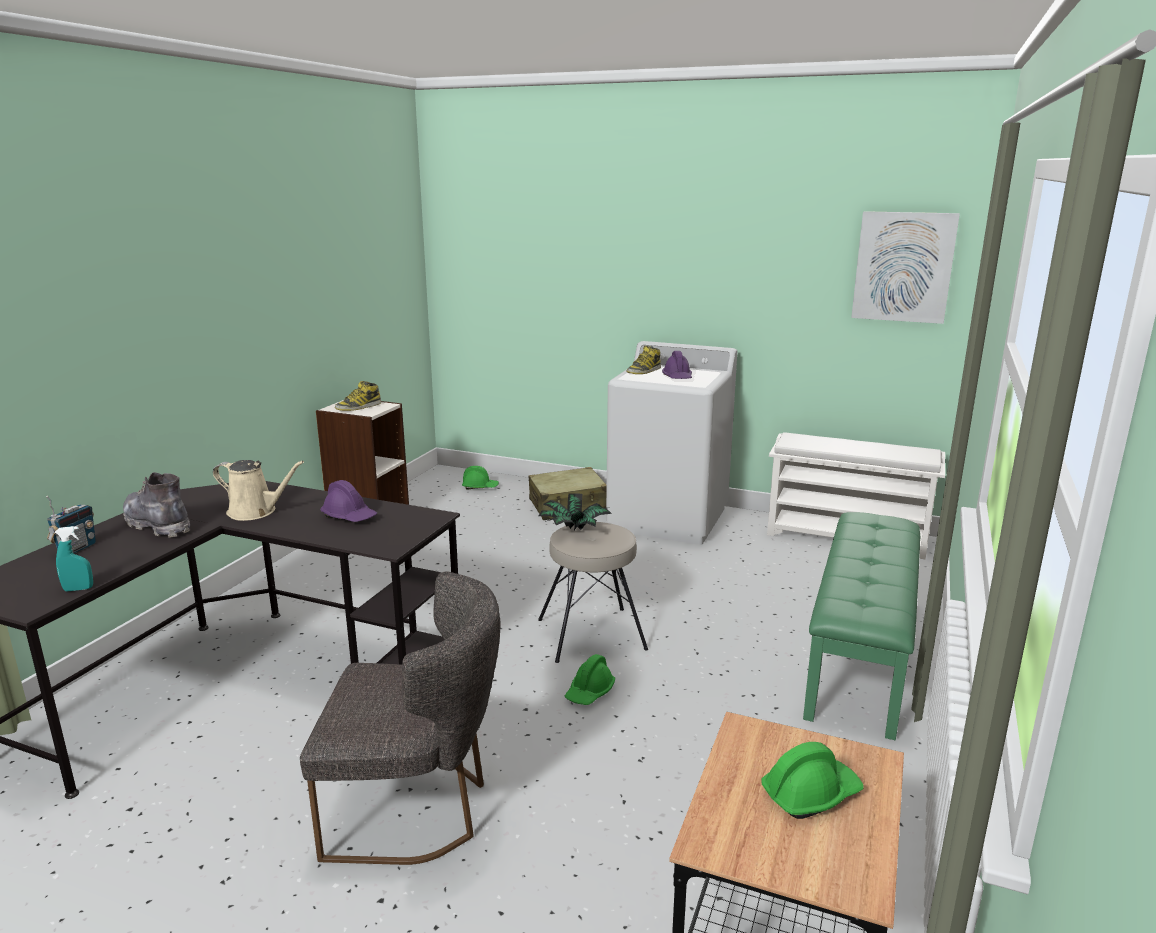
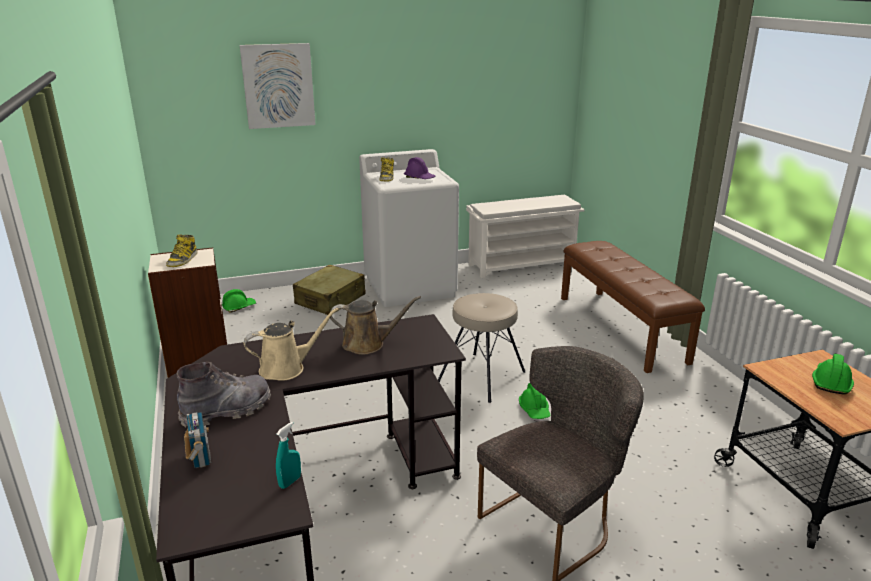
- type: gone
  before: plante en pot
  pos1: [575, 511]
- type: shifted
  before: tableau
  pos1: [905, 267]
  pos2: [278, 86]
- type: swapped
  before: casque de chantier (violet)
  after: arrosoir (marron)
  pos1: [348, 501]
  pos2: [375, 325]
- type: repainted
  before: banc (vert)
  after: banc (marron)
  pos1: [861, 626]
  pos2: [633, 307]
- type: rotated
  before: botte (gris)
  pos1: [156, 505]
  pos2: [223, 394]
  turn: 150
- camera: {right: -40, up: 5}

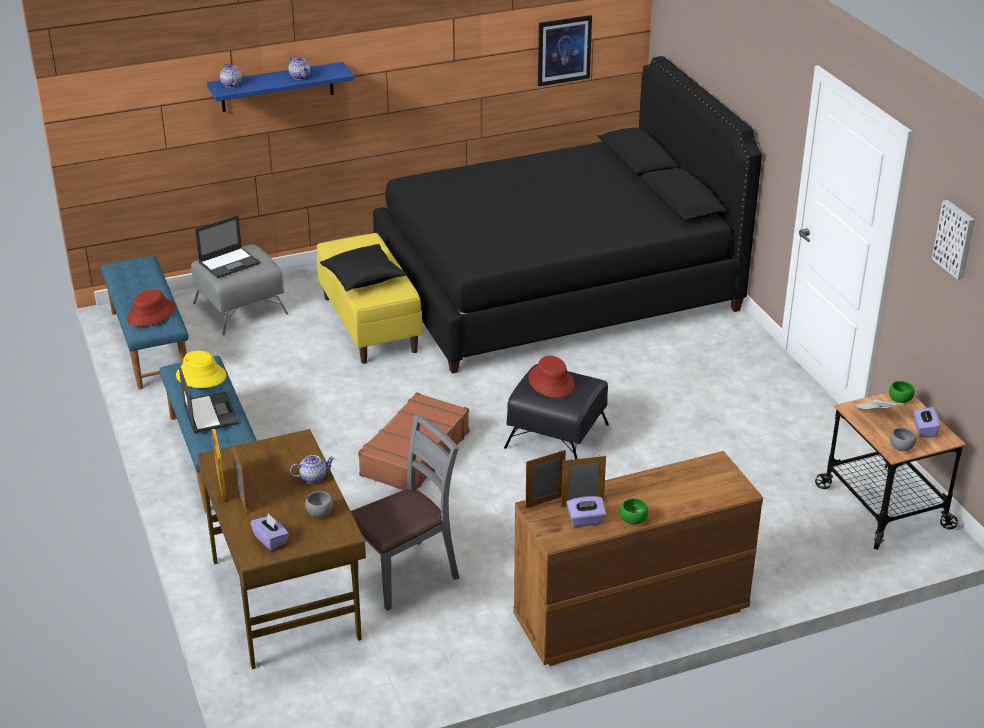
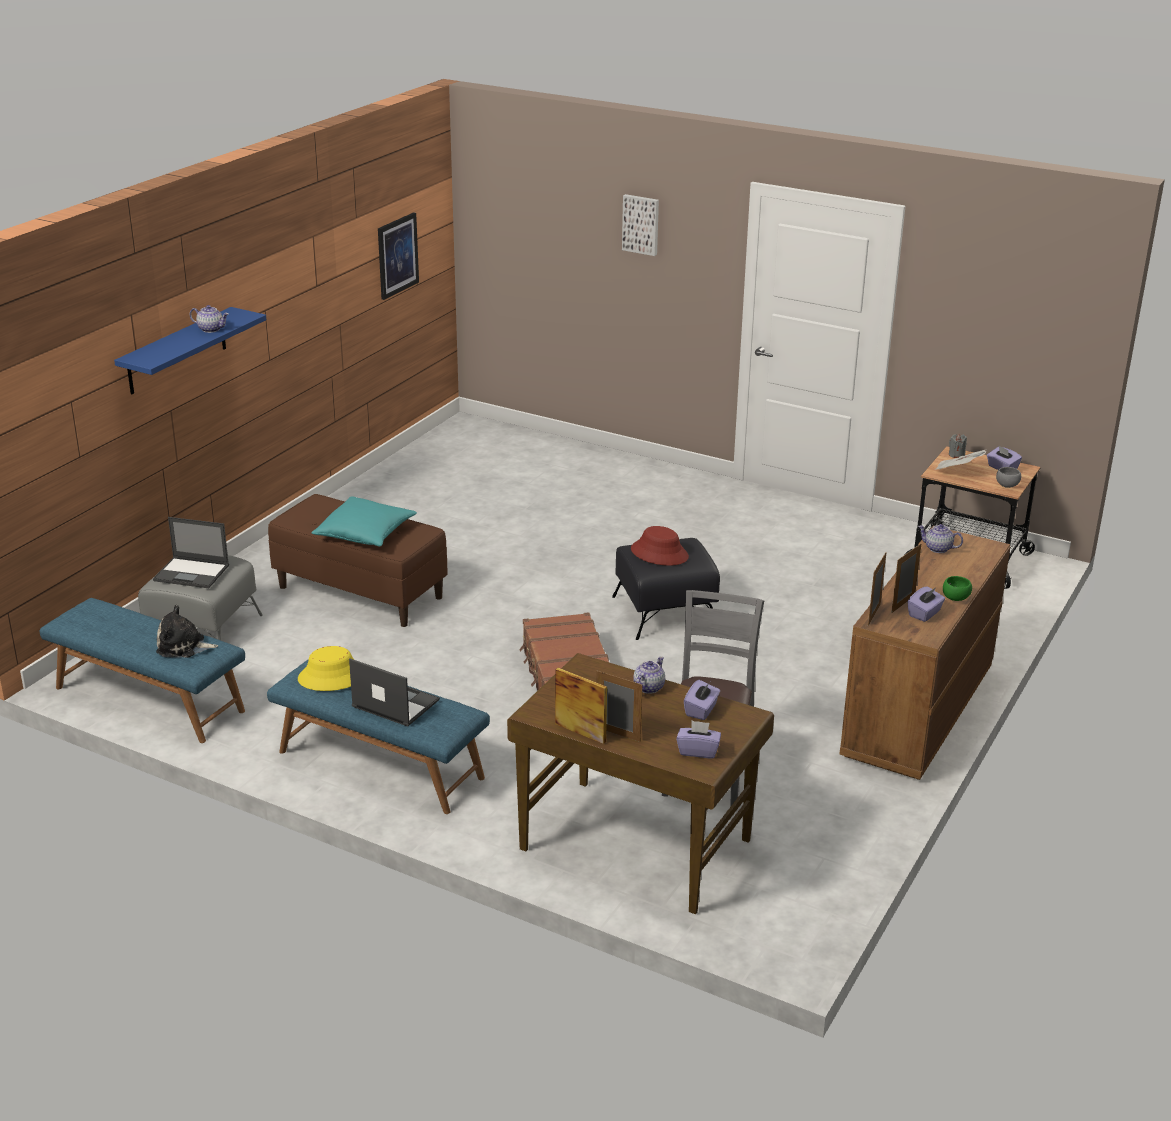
- type: gone
  before: lit (noir)
  pos1: [567, 215]
- type: shifted
  before: théière
  pos1: [231, 75]
  pos2: [940, 538]
- type: shifted
  before: tableau
  pos1: [953, 240]
  pos2: [640, 225]
- type: swapped
  before: chapeau (rouge)
  after: peluche
  pos1: [151, 308]
  pos2: [187, 631]
- type: swapped
  before: bol (gris)
  after: boîte à mouchoirs (violet)
  pos1: [319, 504]
  pos2: [702, 700]
- type: swapped
  before: bol (vert)
  after: bougie (gris)
  pos1: [902, 392]
  pos2: [958, 446]
- type: repainted
  before: banc (jaune)
  after: banc (marron)
  pos1: [370, 298]
  pos2: [358, 560]
- type: repainted
  before: coussin (noir)
  after: coussin (turquoise)
  pos1: [363, 267]
  pos2: [364, 521]
- type: rotated
  before: ordinateur portable
  pos1: [227, 246]
  pos2: [191, 552]
  turn: 90
- camera: {right: -40, up: -5}

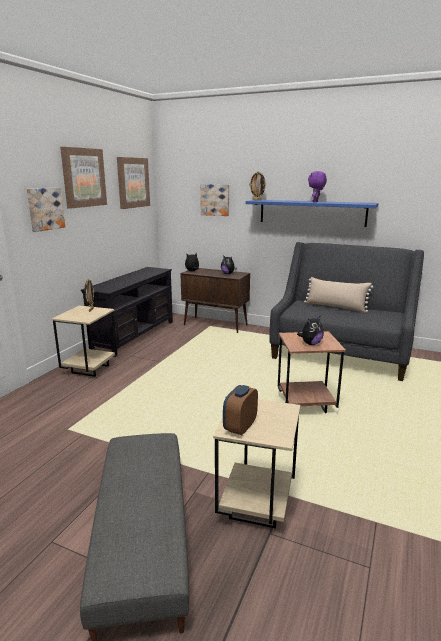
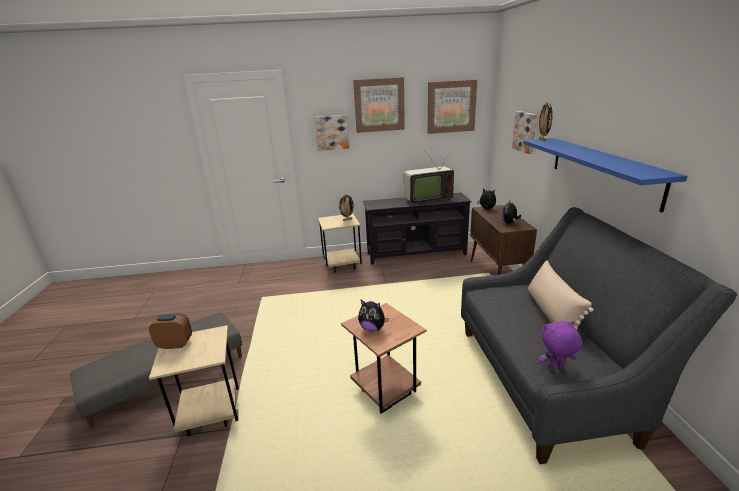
- type: new
  after: téléviseur
  pos2: [429, 175]
- type: shifted
  before: peluche (violet)
  pos1: [317, 187]
  pos2: [560, 345]
- camera: {right: 60, up: 5}

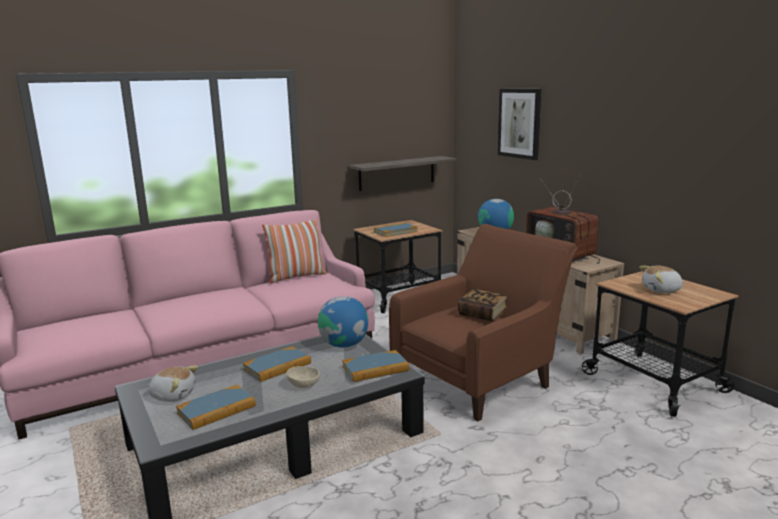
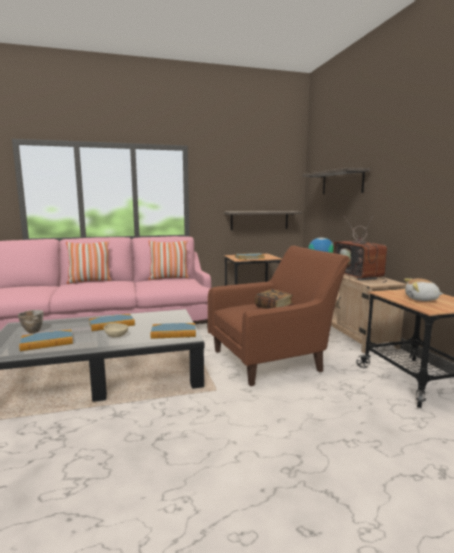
- type: gone
  before: globe
  pos1: [343, 322]
- type: new
  after: coussin
  pos2: [89, 262]
- type: swapped
  before: peluche
  after: bol
  pos1: [173, 384]
  pos2: [30, 321]
- type: swapped
  before: tableau
  after: étagère
  pos1: [519, 124]
  pos2: [336, 180]
- camera: {right: 15, up: -5}

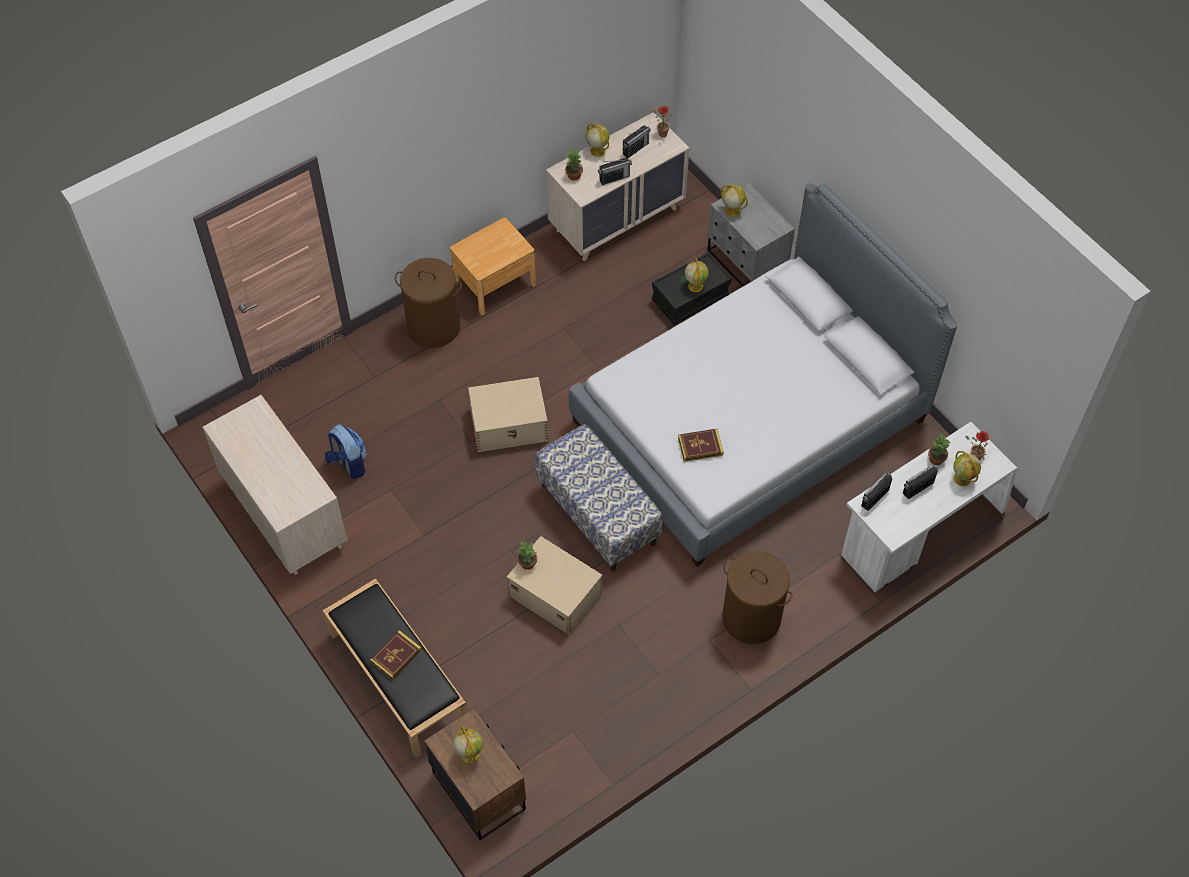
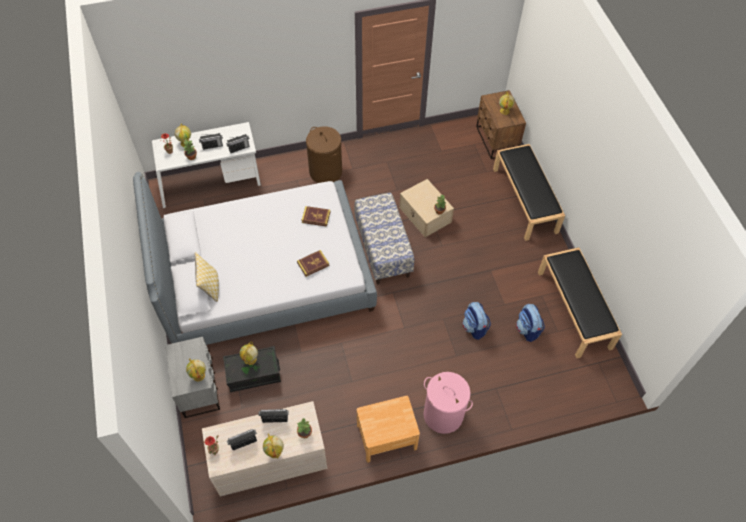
- type: gone
  before: boîte de rangement (beige)
  pos1: [508, 414]
- type: new
  after: coussin
  pos2: [207, 277]
- type: new
  after: sac à dos
  pos2: [476, 321]
- type: shifted
  before: livre
  pos1: [396, 655]
  pos2: [313, 263]
- type: swapped
  before: commode (beige)
  after: banc (noir)
  pos1: [275, 485]
  pos2: [580, 302]
- type: repainted
  before: panier à linge (marron)
  after: panier à linge (rose)
  pos1: [428, 303]
  pos2: [448, 403]
- camera: {right: -160, up: 0}

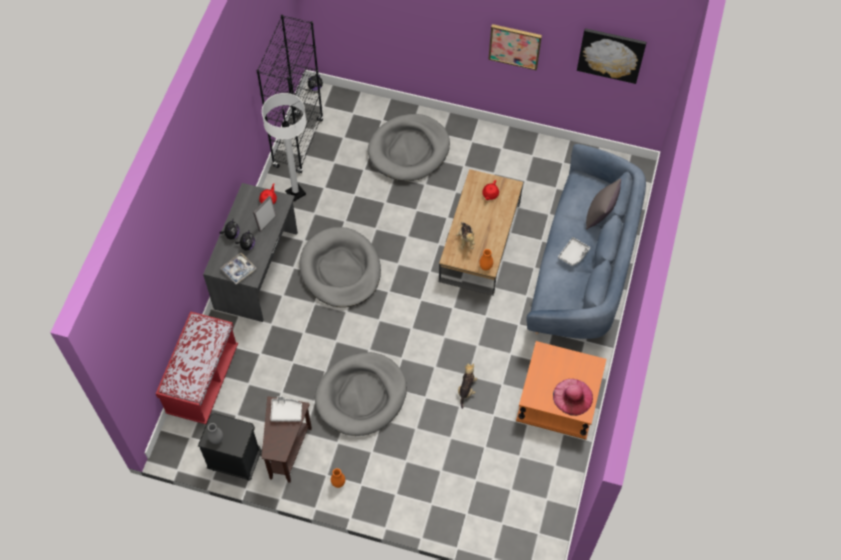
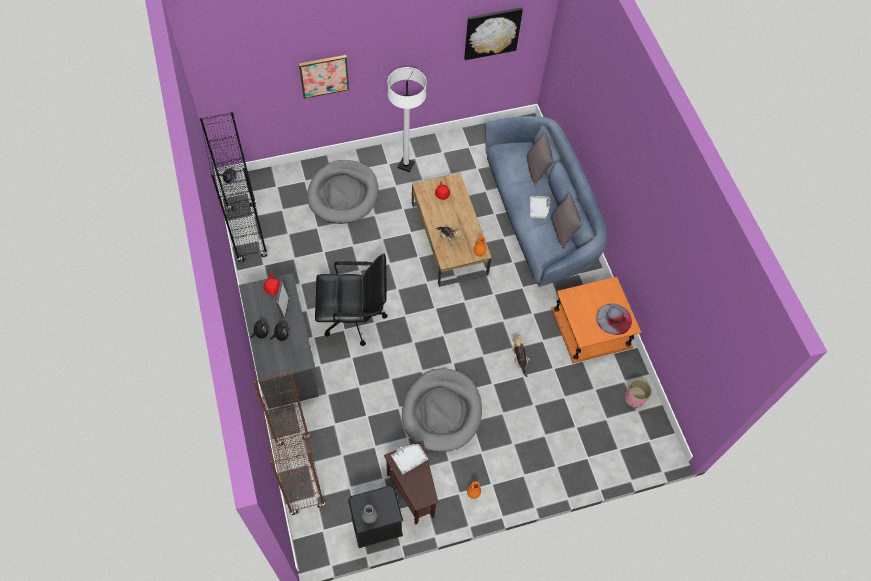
- type: gone
  before: plateau
  pos1: [238, 268]
- type: new
  after: coussin (gris)
  pos2: [566, 220]
- type: new
  after: cache-pot (rose)
  pos2: [638, 393]
- type: shifted
  before: lampadaire (blanc)
  pos1: [284, 147]
  pos2: [407, 119]
- type: shifted
  before: tableau
  pos1: [515, 47]
  pos2: [324, 77]
- type: swapped
  before: banc (rouge)
  after: bibliothèque (marron)
  pos1: [197, 367]
  pos2: [289, 444]
- type: swapped
  before: panier pour chien (gris)
  after: chaise de bureau (noir)
  pos1: [340, 267]
  pos2: [351, 299]
- type: repainted
  before: chapeau (rose)
  after: chapeau (gris)
  pos1: [573, 397]
  pos2: [614, 319]
- camera: {right: -35, up: 0}

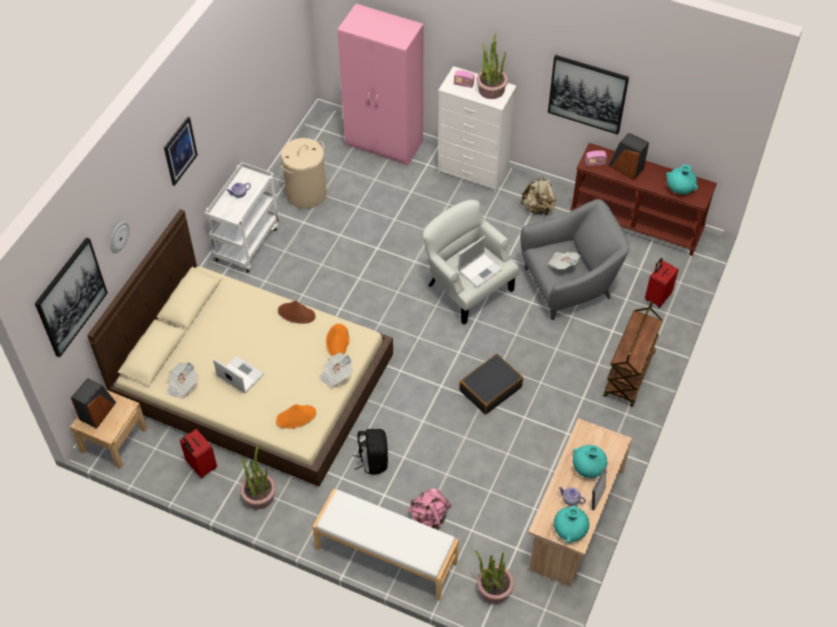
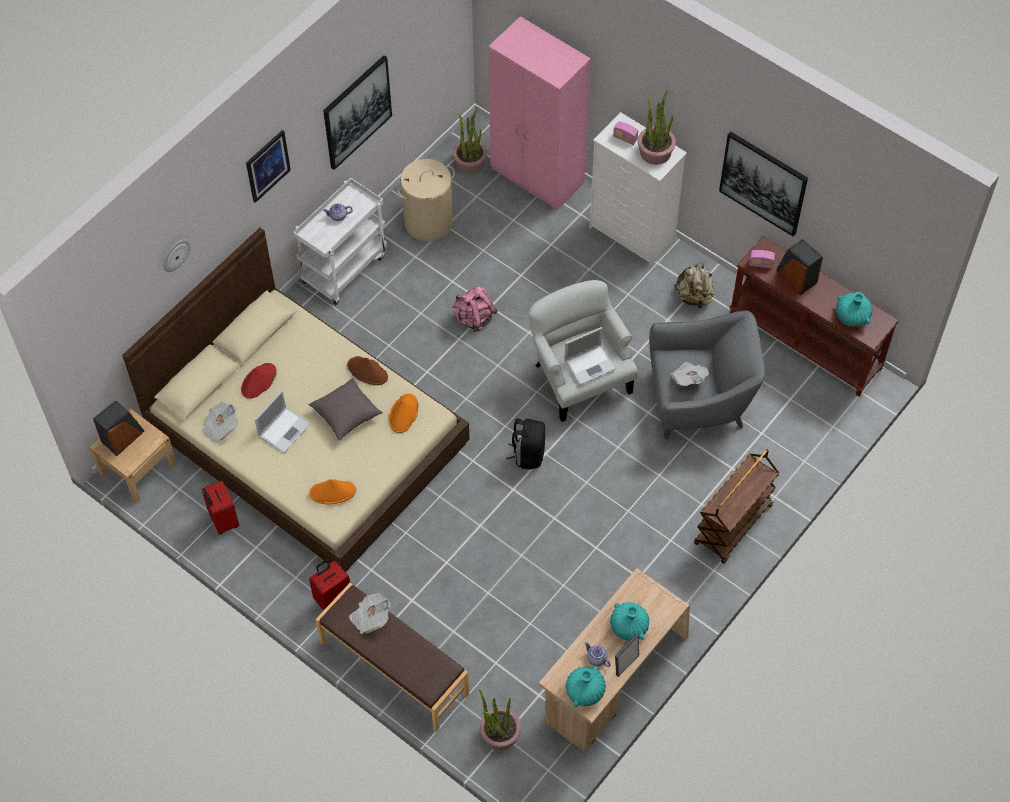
- type: gone
  before: valise (noir)
  pos1: [491, 384]
- type: new
  after: chapeau (rouge)
  pos2: [259, 380]
- type: new
  after: coussin (gris)
  pos2: [345, 409]
- type: shifted
  before: tableau
  pos1: [71, 297]
  pos2: [357, 112]
- type: shifted
  before: plante en pot
  pos1: [258, 477]
  pos2: [470, 140]
- type: shifted
  before: journal
  pos1: [336, 371]
  pos2: [370, 613]
- type: shifted
  before: sac à dos (noir)
  pos1: [370, 452]
  pos2: [525, 443]
- type: shifted
  before: sac à dos (rose)
  pos1: [429, 509]
  pos2: [474, 309]
- type: shifted
  before: valise (rouge)
  pos1: [662, 283]
  pos2: [329, 585]
- type: repainted
  before: banc (blanc)
  after: banc (marron)
  pos1: [386, 545]
  pos2: [392, 657]
- type: rotated
  before: ordinateur portable
  pos1: [238, 375]
  pos2: [282, 421]
  turn: 75
- camera: {right: 15, up: 5}

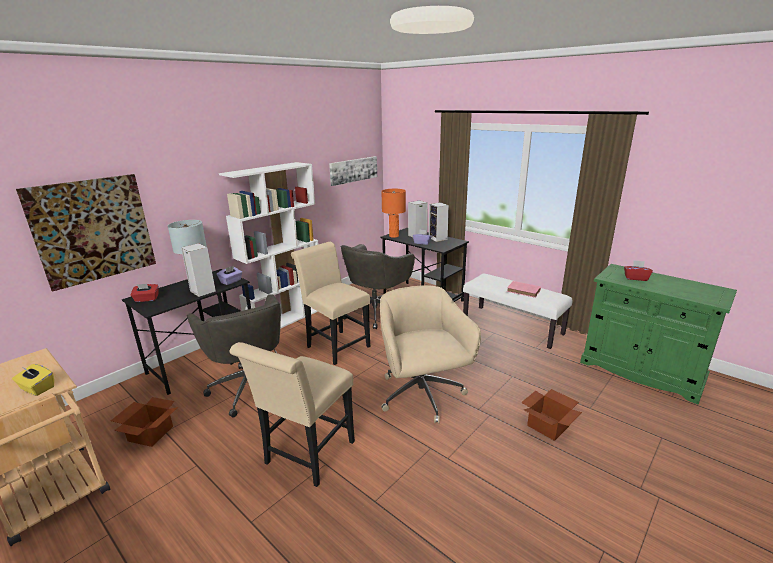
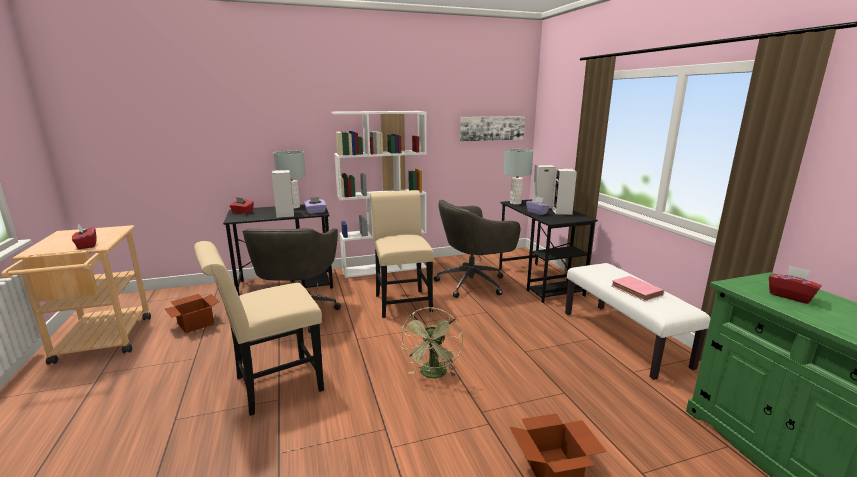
- type: gone
  before: tableau
  pos1: [86, 233]
- type: swapped
  before: chaise de bureau (beige)
  after: ventilateur (vert)
  pos1: [430, 354]
  pos2: [431, 342]
- type: repainted
  before: boîte à mouchoirs (jaune)
  after: boîte à mouchoirs (rouge)
  pos1: [33, 380]
  pos2: [84, 236]
- type: repainted
  before: lampe de table (orange)
  after: lampe de table (gris)
  pos1: [393, 213]
  pos2: [518, 176]
- camera: {right: 30, up: -5}

